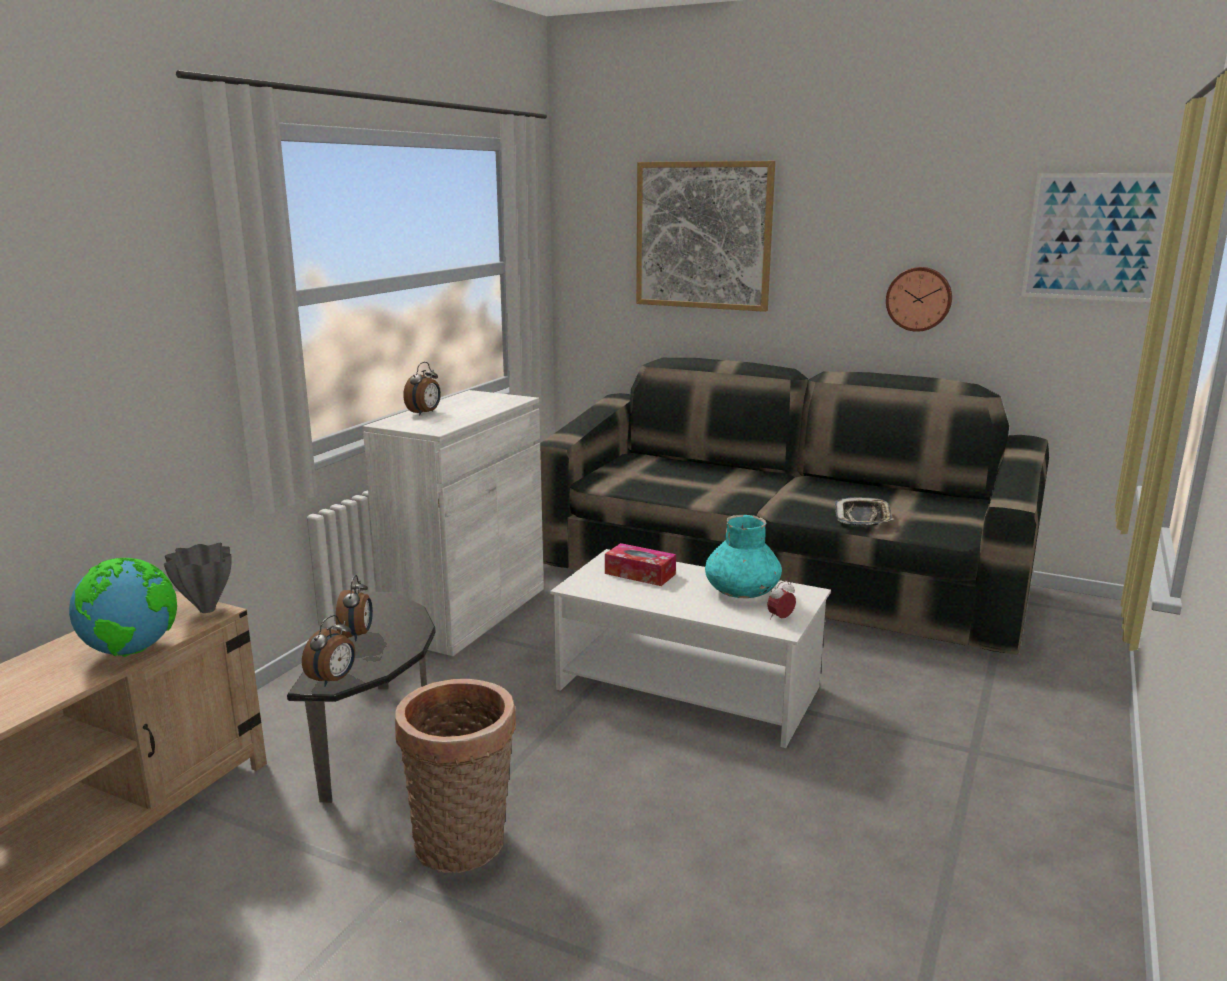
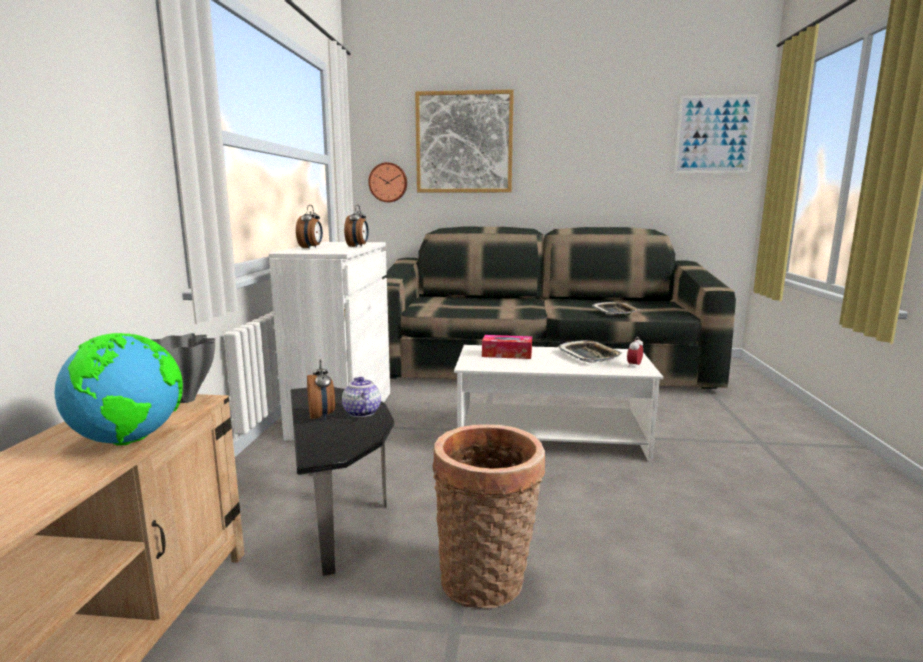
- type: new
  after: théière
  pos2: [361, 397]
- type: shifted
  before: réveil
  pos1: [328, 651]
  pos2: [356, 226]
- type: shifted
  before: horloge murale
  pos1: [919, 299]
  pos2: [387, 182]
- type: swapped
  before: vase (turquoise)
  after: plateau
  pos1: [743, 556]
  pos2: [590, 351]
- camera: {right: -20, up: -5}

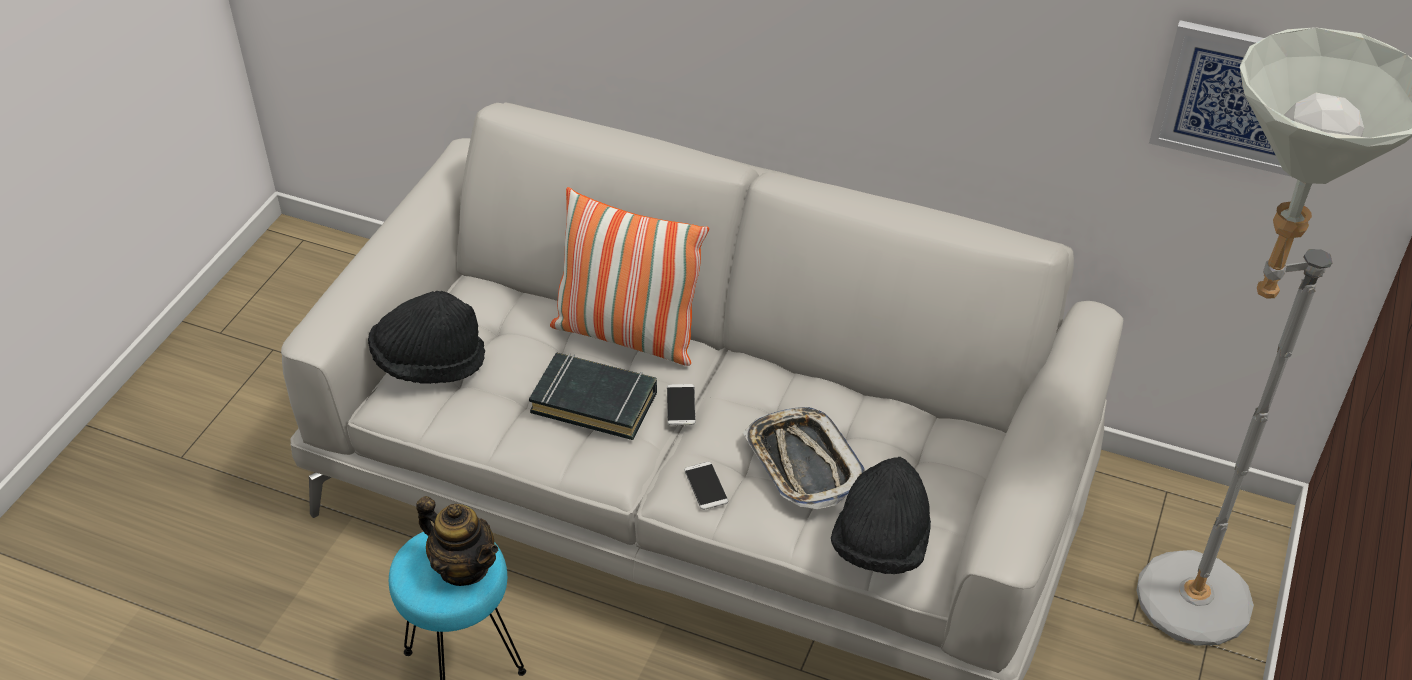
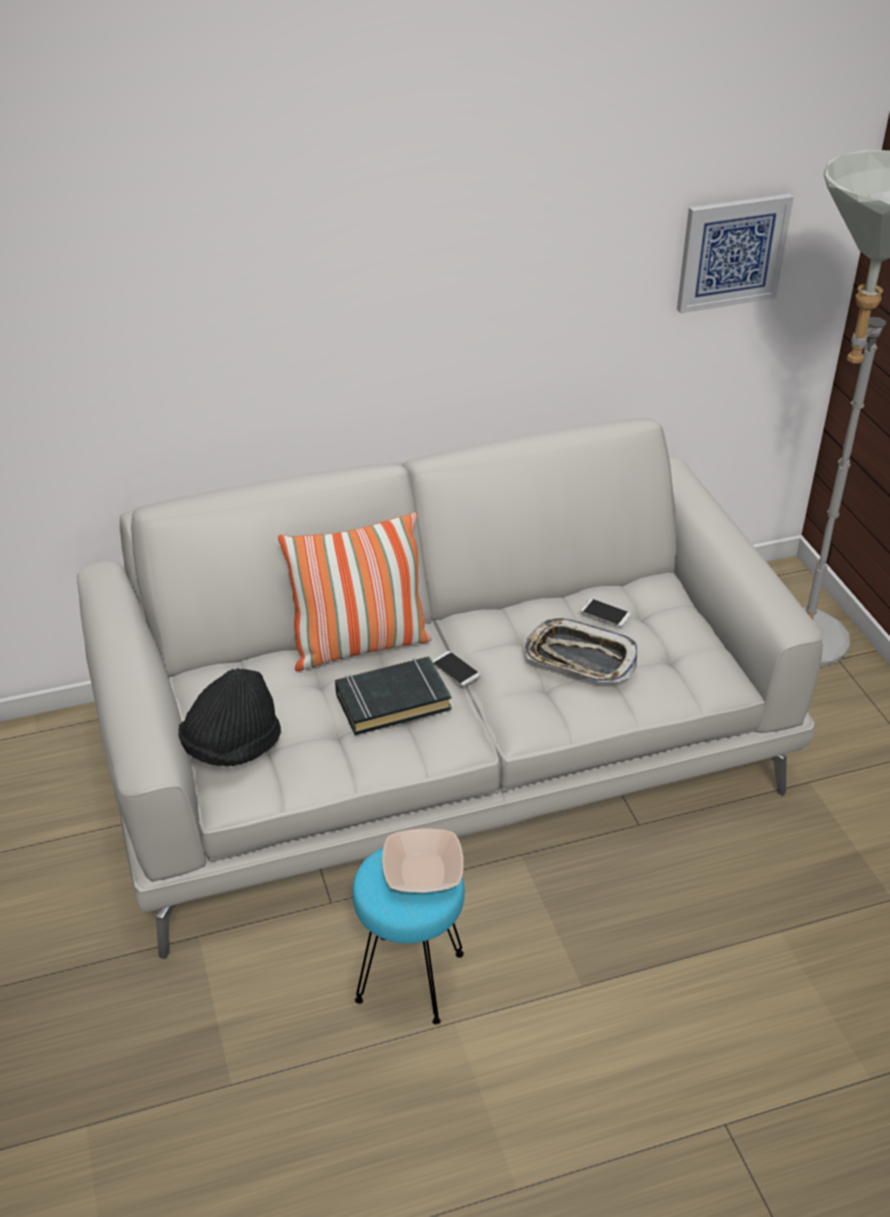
- type: gone
  before: chapeau (noir)
  pos1: [881, 515]
- type: shifted
  before: téléphone
  pos1: [706, 486]
  pos2: [605, 613]
- type: swapped
  before: théière
  after: bol
  pos1: [457, 541]
  pos2: [423, 861]
- camera: {right: -40, up: -5}

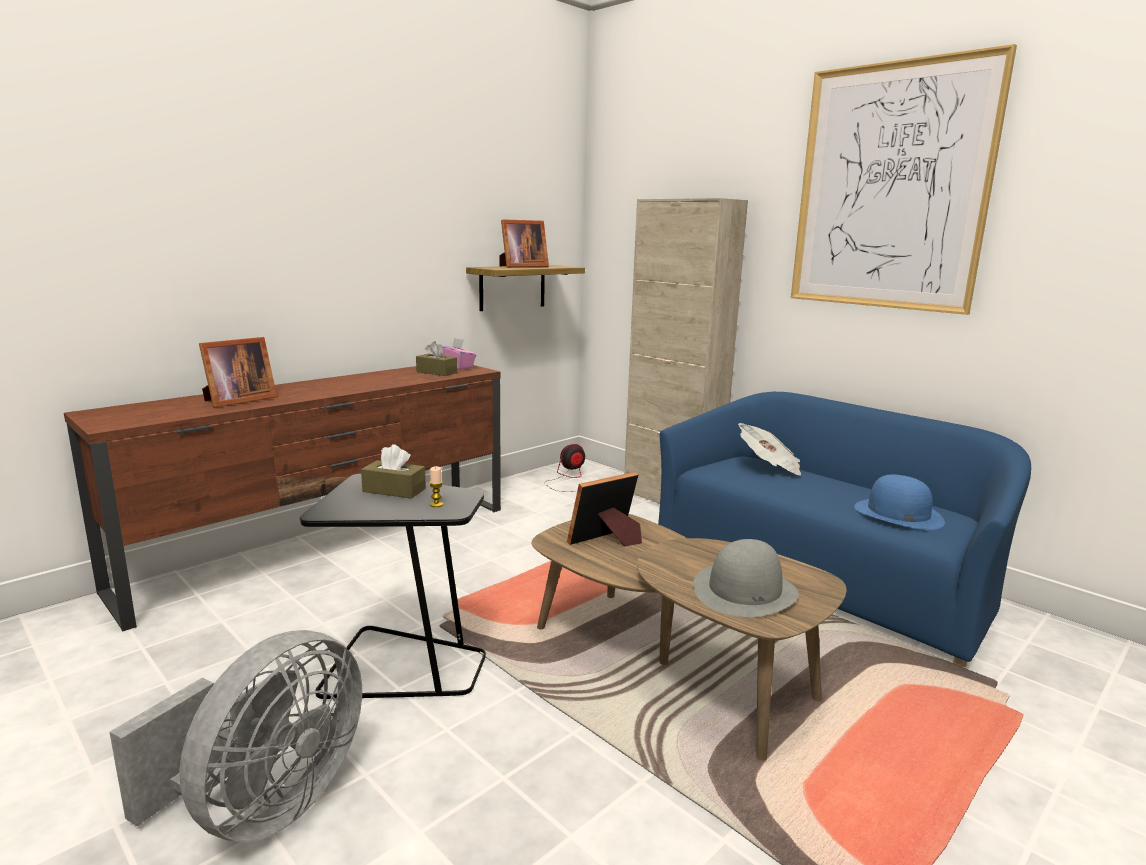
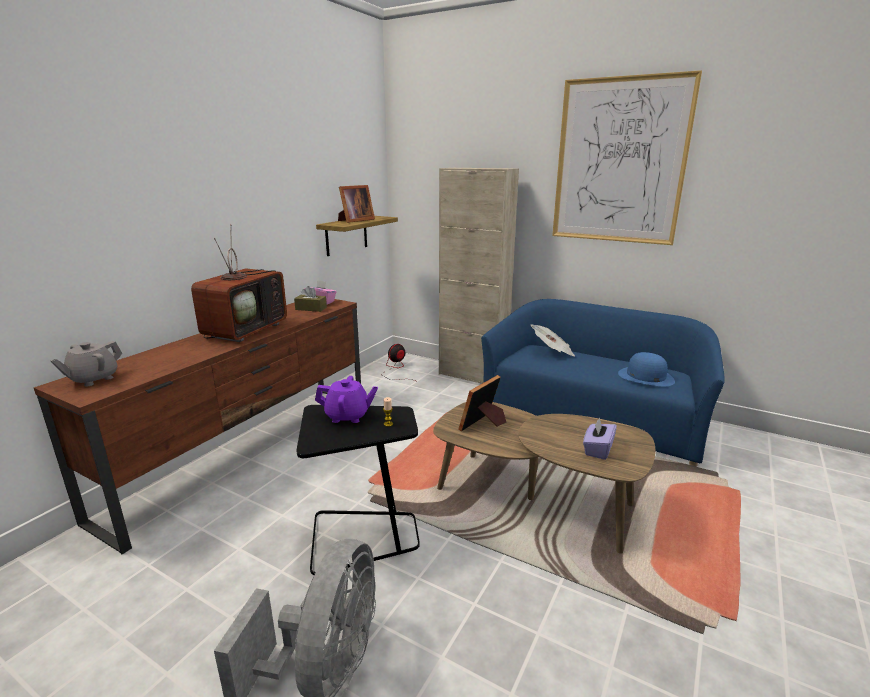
- type: gone
  before: cadre photo
  pos1: [238, 372]
- type: new
  after: théière (gris)
  pos2: [87, 364]
- type: new
  after: téléviseur
  pos2: [239, 283]
- type: swapped
  before: boîte à mouchoirs (marron)
  after: théière (violet)
  pos1: [393, 471]
  pos2: [346, 399]
- type: swapped
  before: chapeau (gris)
  after: boîte à mouchoirs (violet)
  pos1: [746, 578]
  pos2: [600, 438]
- camera: {right: -15, up: 5}

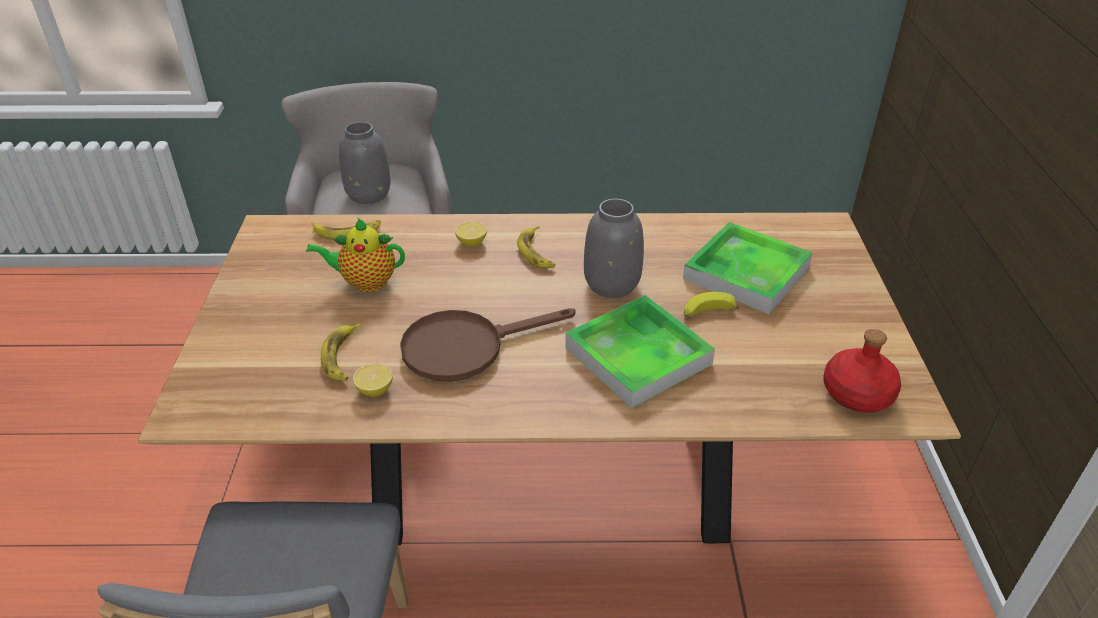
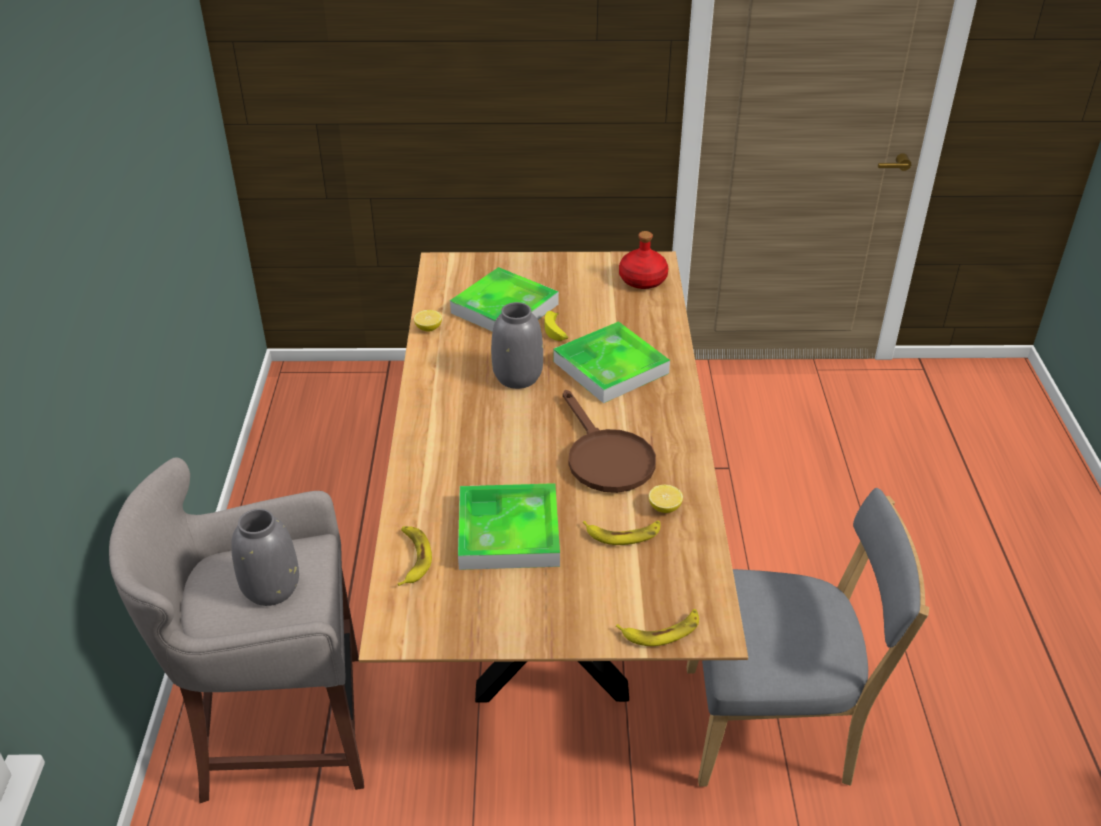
- type: shifted
  before: citron
  pos1: [471, 234]
  pos2: [428, 321]
- type: shifted
  before: banane
  pos1: [536, 247]
  pos2: [657, 627]
- type: swapped
  before: théière
  after: plateau
  pos1: [355, 255]
  pos2: [509, 526]
- camera: {right: -90, up: 0}

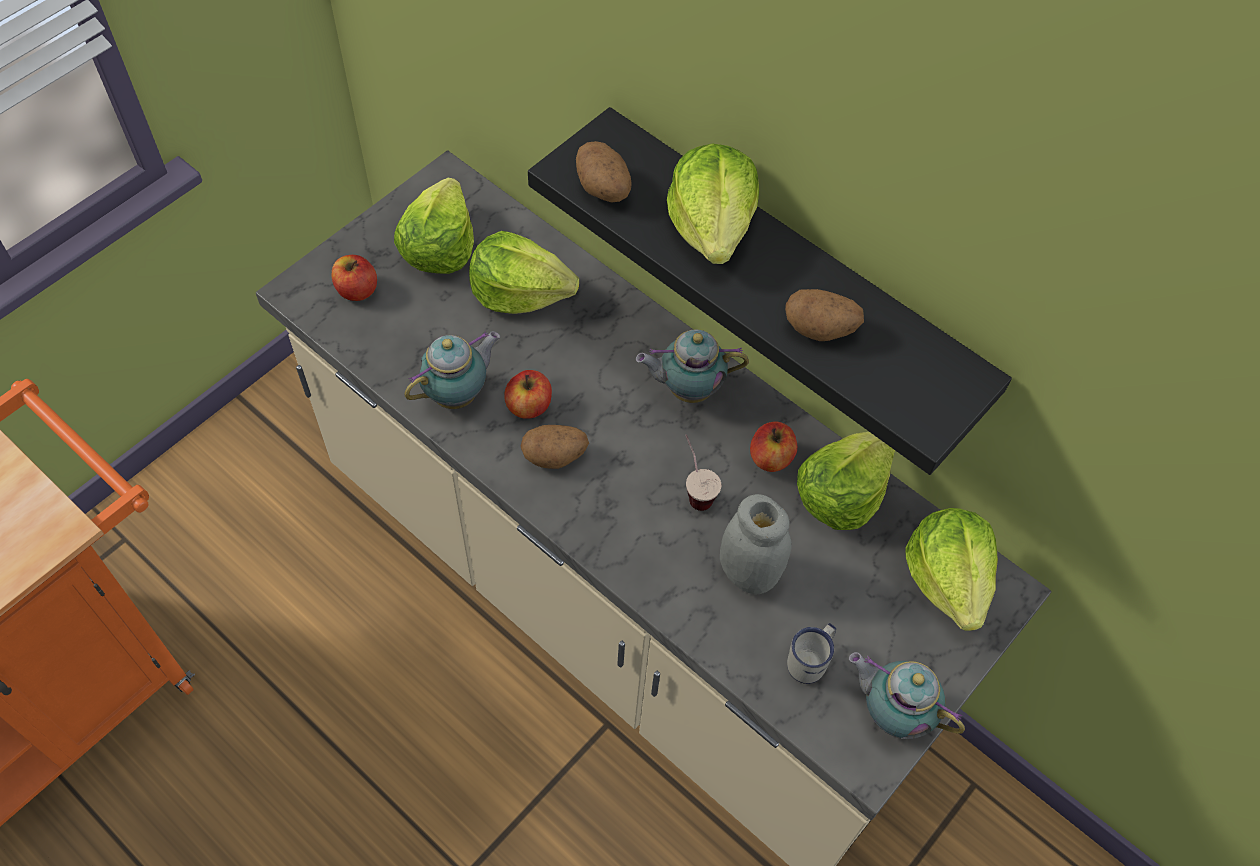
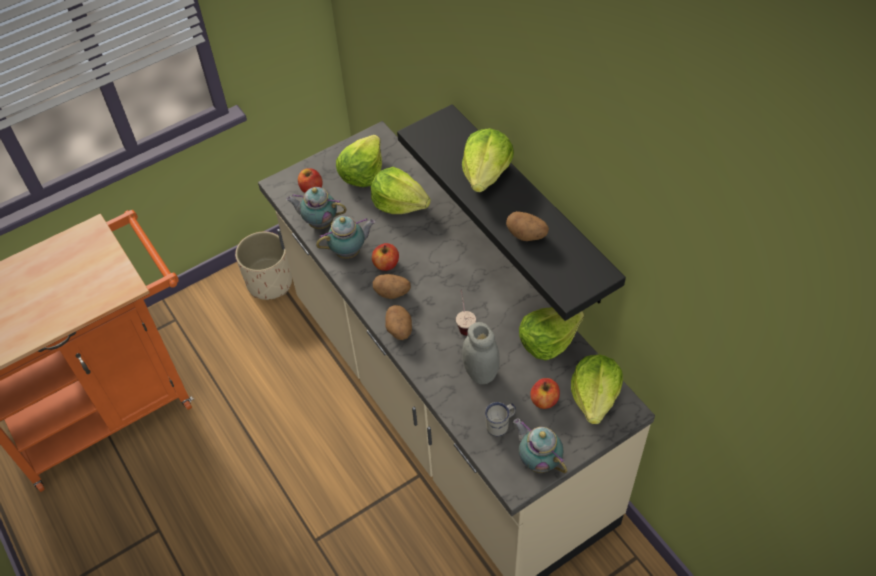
- type: new
  after: cache-pot (beige)
  pos2: [263, 266]
- type: shifted
  before: pomme de terre
  pos1: [604, 171]
  pos2: [398, 322]
- type: shifted
  before: théière
  pos1: [692, 366]
  pos2: [316, 208]
- type: shifted
  before: pomme
  pos1: [773, 447]
  pos2: [545, 393]
- camera: {right: 20, up: -5}

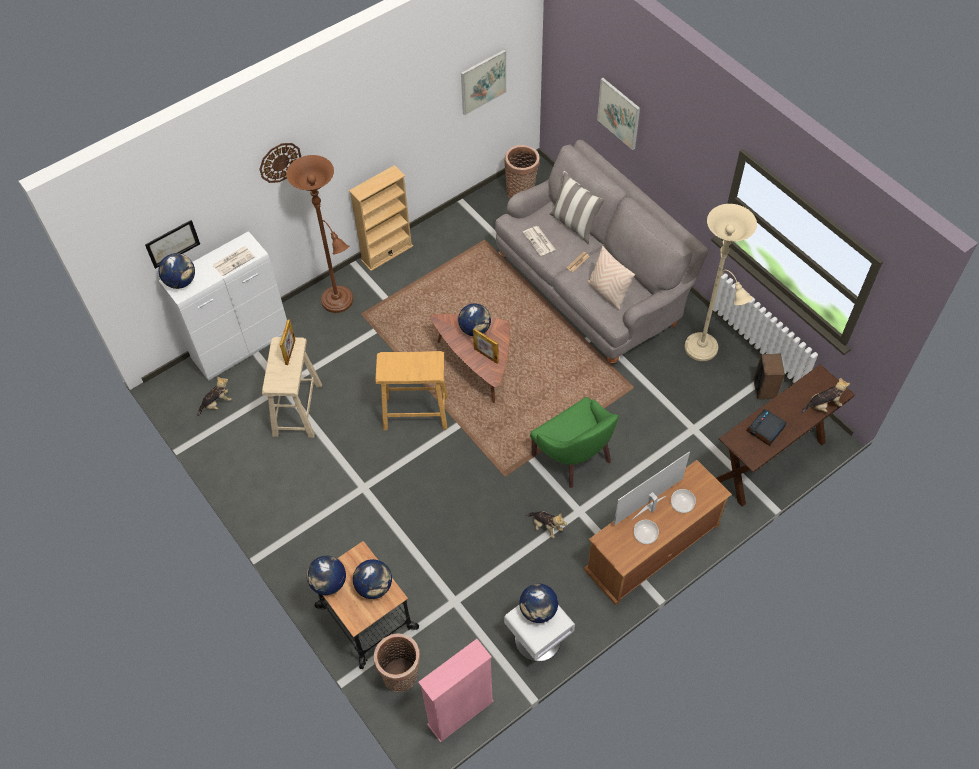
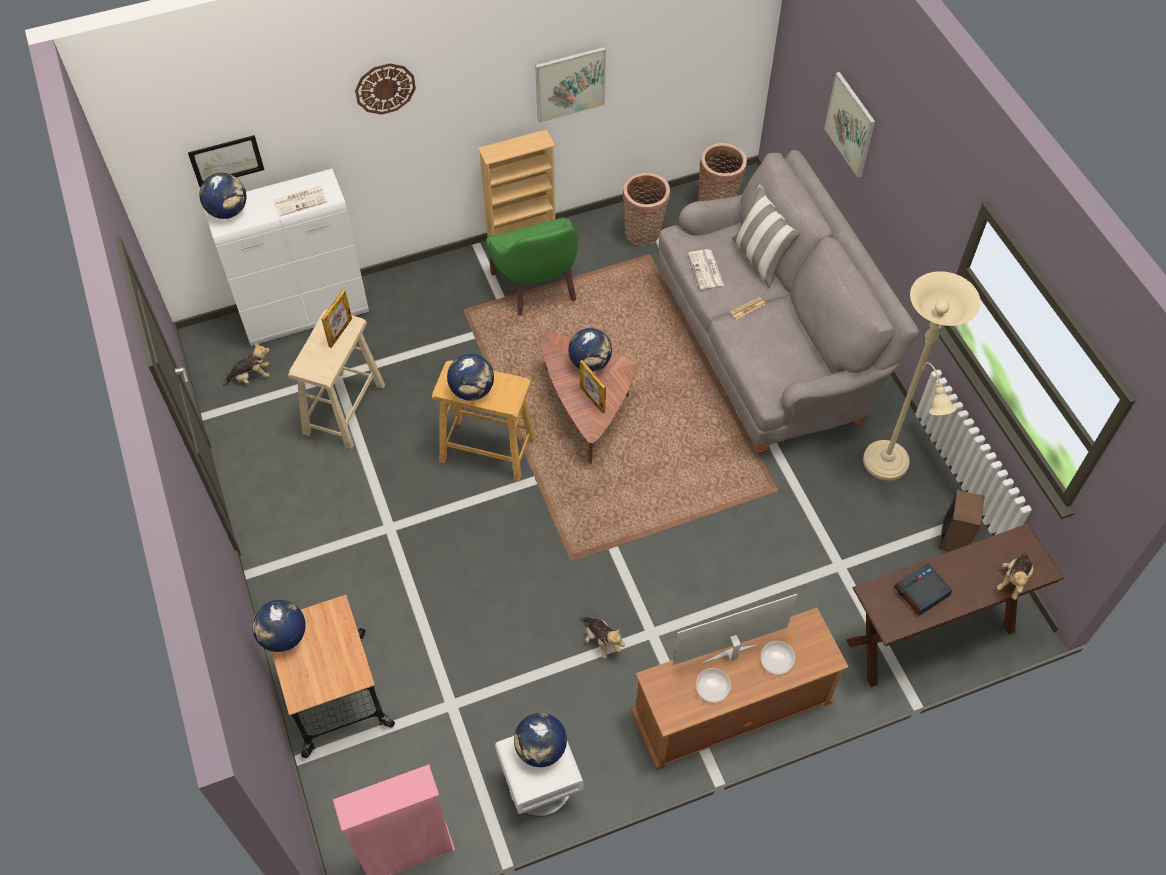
- type: gone
  before: lampadaire (marron)
  pos1: [319, 234]
- type: gone
  before: coussin (beige)
  pos1: [611, 278]
- type: shifted
  before: globe
  pos1: [372, 579]
  pos2: [470, 377]
- type: shifted
  before: panier
  pos1: [397, 662]
  pos2: [646, 209]
- type: shifted
  before: tableau
  pos1: [483, 82]
  pos2: [570, 85]
- type: shifted
  before: fauteuil (vert)
  pos1: [574, 442]
  pos2: [532, 267]
- type: rotated
  before: peluche
  pos1: [825, 395]
  pos2: [1015, 576]
  turn: 120
- camera: {right: 15, up: 0}

